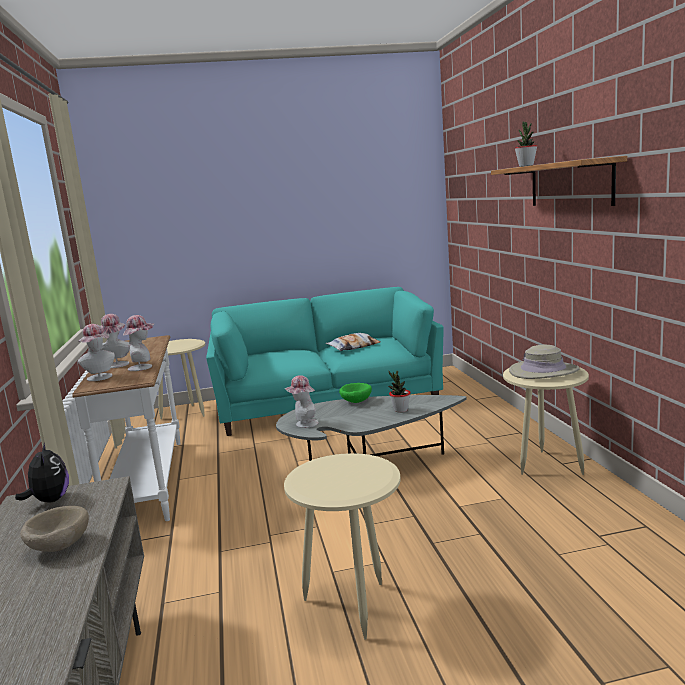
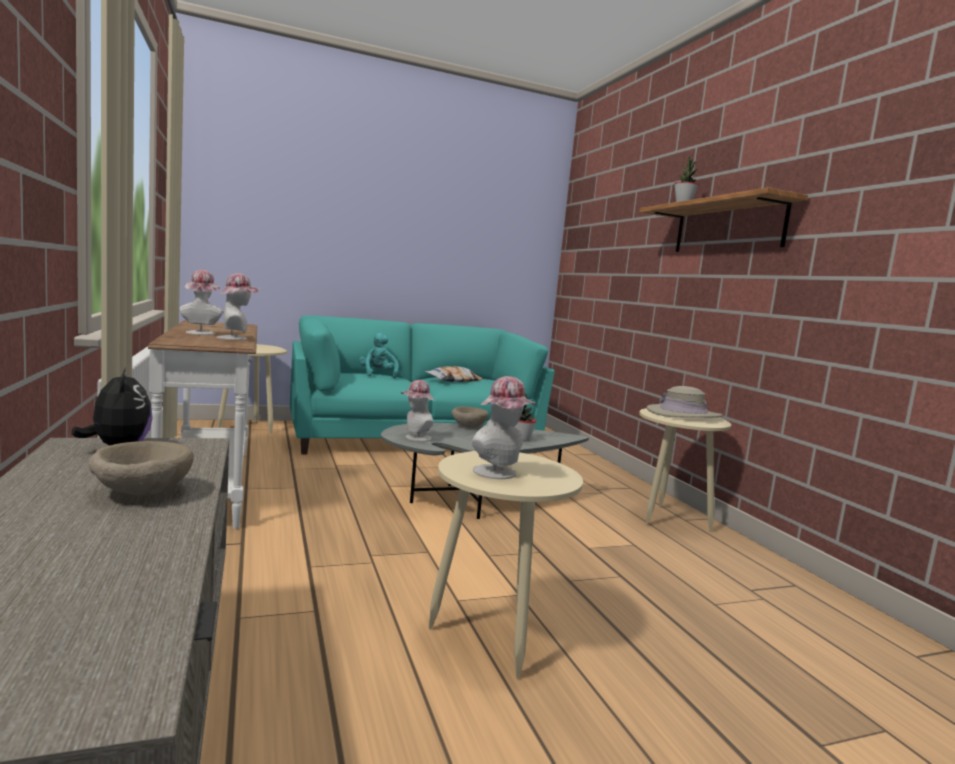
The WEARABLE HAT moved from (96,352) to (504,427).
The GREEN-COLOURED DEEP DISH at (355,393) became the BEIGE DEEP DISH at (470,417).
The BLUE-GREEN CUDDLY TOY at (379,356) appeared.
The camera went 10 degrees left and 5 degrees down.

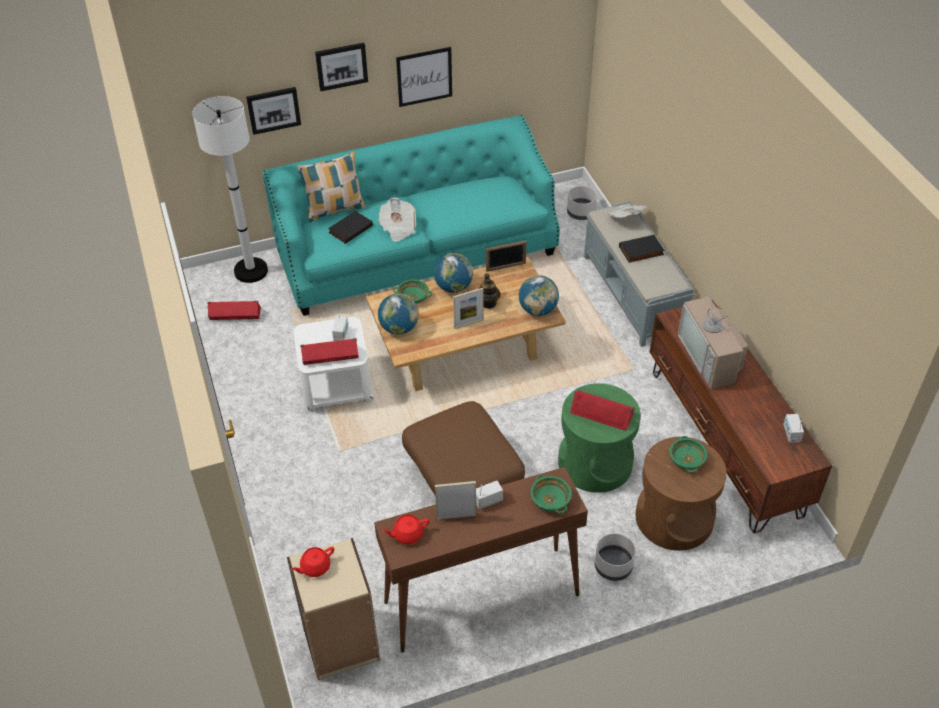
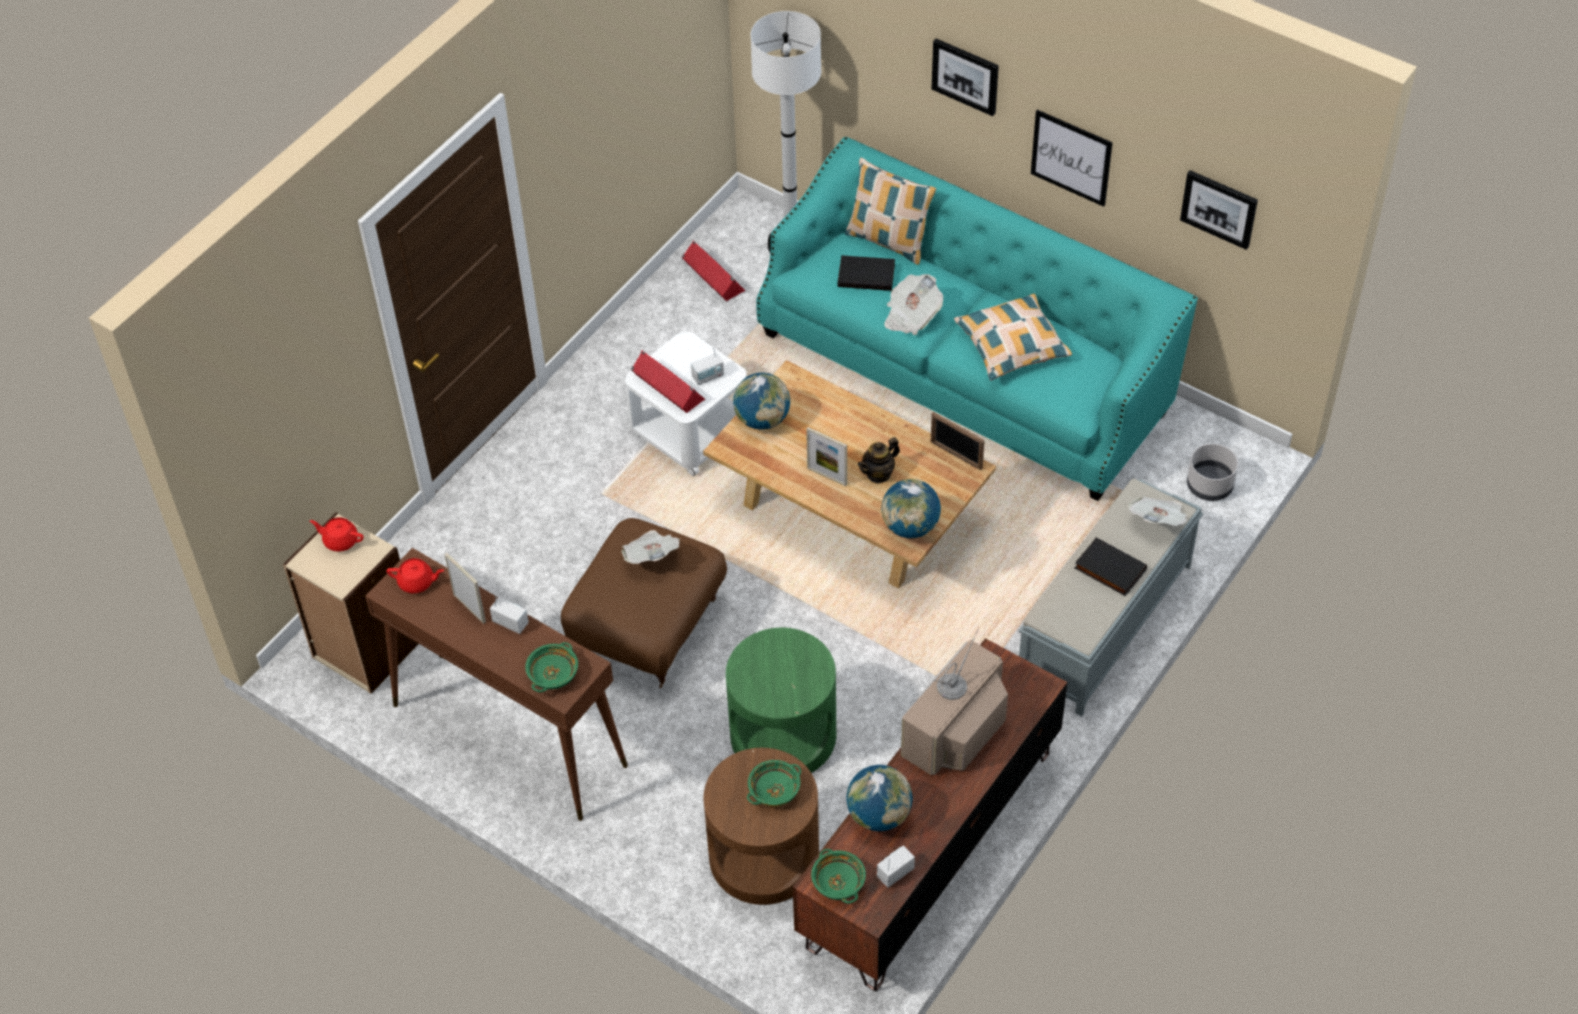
The WALL ART moved from (273,111) to (1219,210).
The REDDISH POT FOR TEA at (406,529) turned 150 degrees clockwise.
The GREEN-COLOURED DEEP DISH moved from (413,291) to (838,876).
The GLOBE moved from (453,273) to (879,798).
The REDDISH AUDIO SPEAKER at (602,410) disappeared.
The GREYISH PLANTER at (615,557) disappeared.
The PRINTED PAPER at (651,547) appeared.
The THROW PILLOW at (1013,337) appeared.
The camera went 55 degrees right and 5 degrees up.

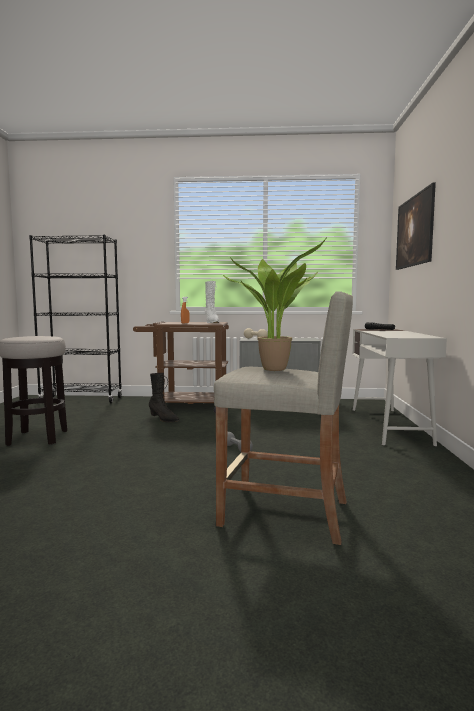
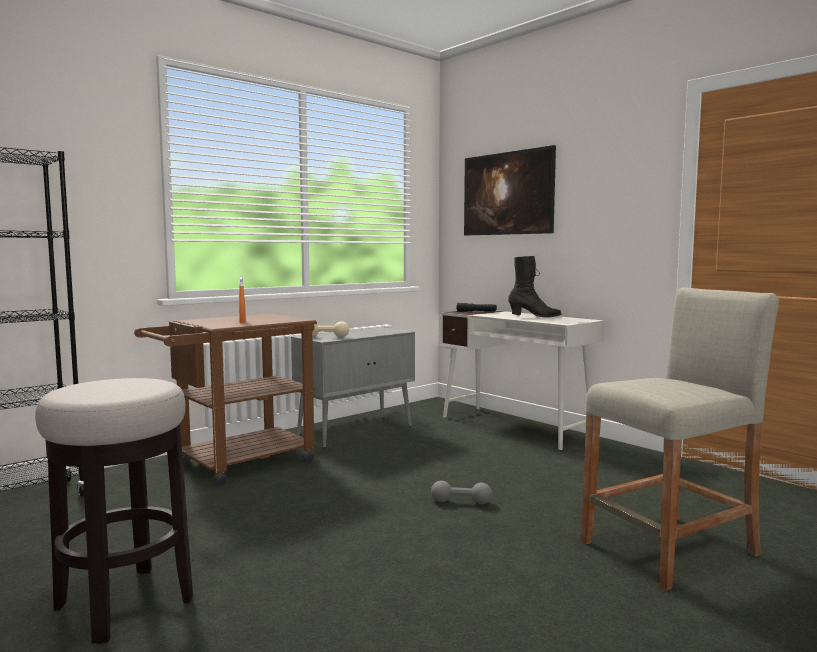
The BLACK-COLOURED BOOT moved from (164,397) to (534,287).
The WHITE BOOT at (212,302) disappeared.
The HOUSEPLANT at (274,305) disappeared.
The camera went 45 degrees left and 0 degrees up.

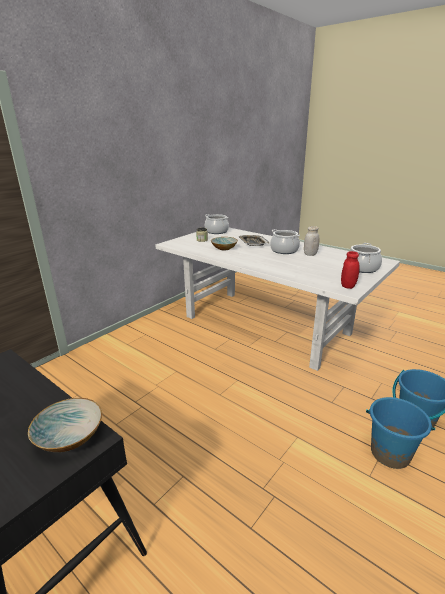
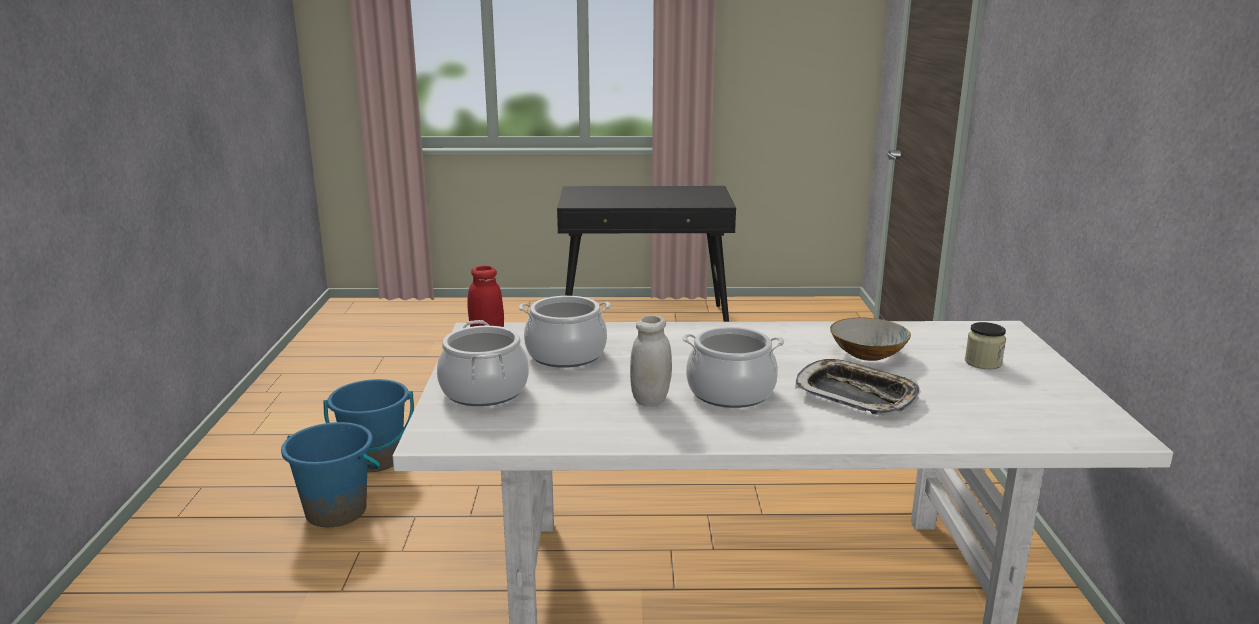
The DEEP DISH at (65,425) disappeared.
The COOKING POT moved from (217,224) to (565,332).
The camera went 140 degrees right and 5 degrees down.

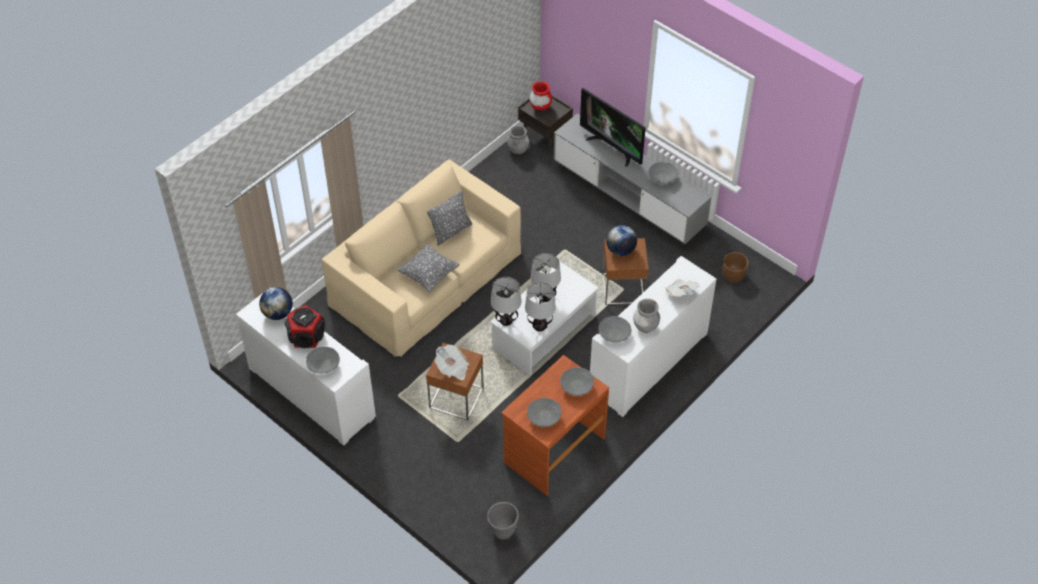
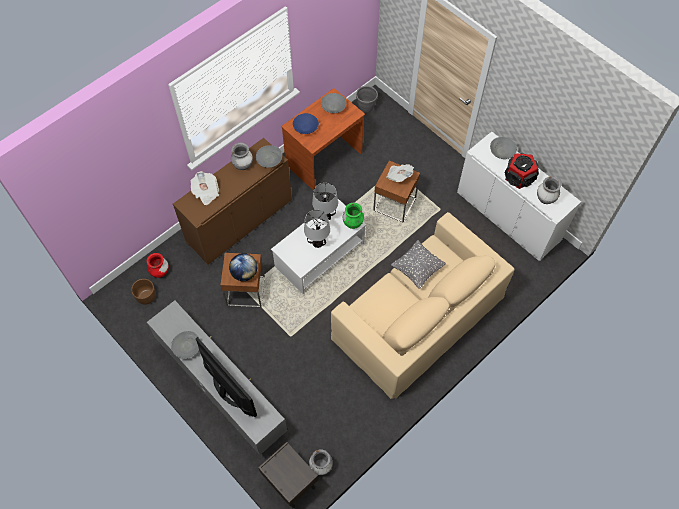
The GLOBE at (276,303) was replaced by the GREYISH FLOWER VASE at (549,190).
The GREYISH THROW PILLOW at (449,218) disappeared.
The TABLE LAMP at (506,301) was replaced by the GREEN-COLOURED FLOWER VASE at (353,216).
The REDDISH FLOWER VASE moved from (540,96) to (158,265).
The GREYISH DEEP DISH at (577,381) became the BLUE-COLOURED DEEP DISH at (306,123).
The WHITE STORAGE CABINET at (653,336) became the BROWNISH STORAGE CABINET at (232,201).
The camera went 175 degrees left and 10 degrees up.

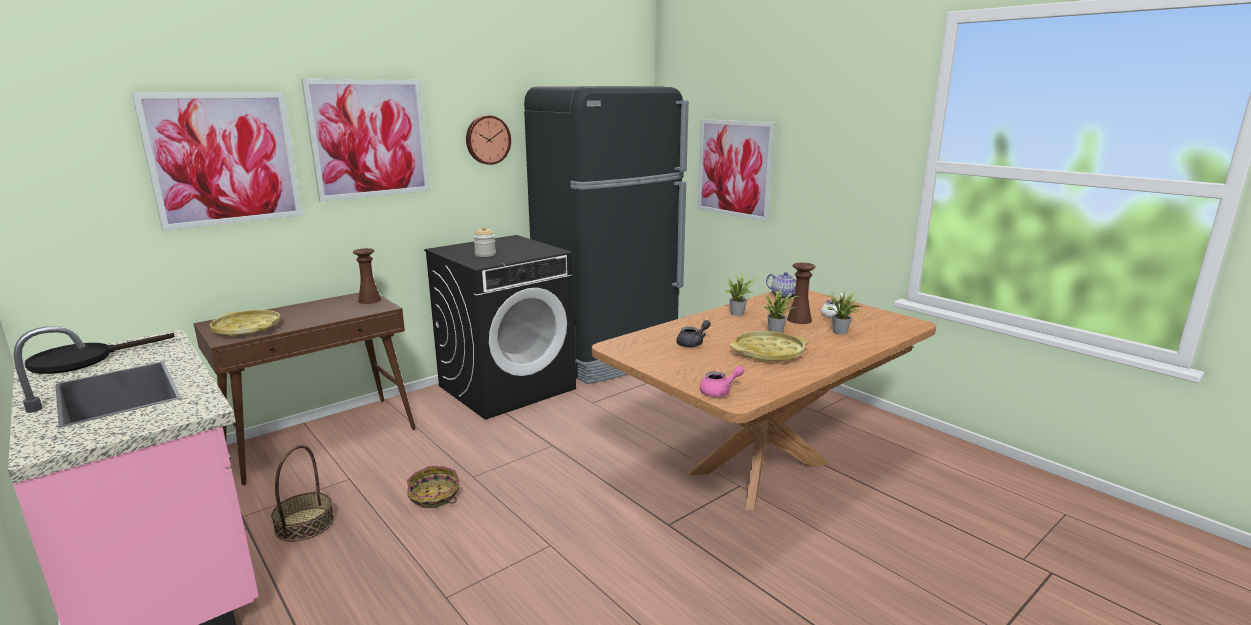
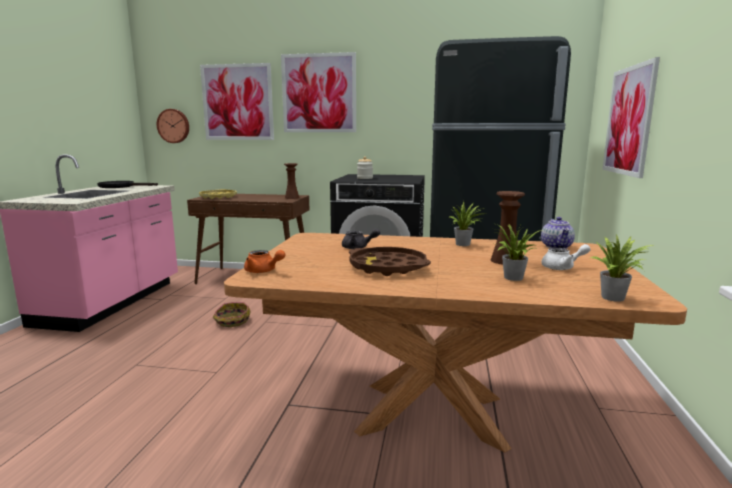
The STORAGE BASKET at (302,493) disappeared.
The CLOCK ON THE WALL moved from (488,140) to (173,126).
The PINKISH POT FOR TEA at (722,381) became the ORANGE-COLOURED POT FOR TEA at (264,261).
The YELLOW TRAY at (769,347) became the BROWNISH TRAY at (390,261).
The HOUSEPLANT moved from (781,311) to (622,267).
The camera went 50 degrees right and 5 degrees down.

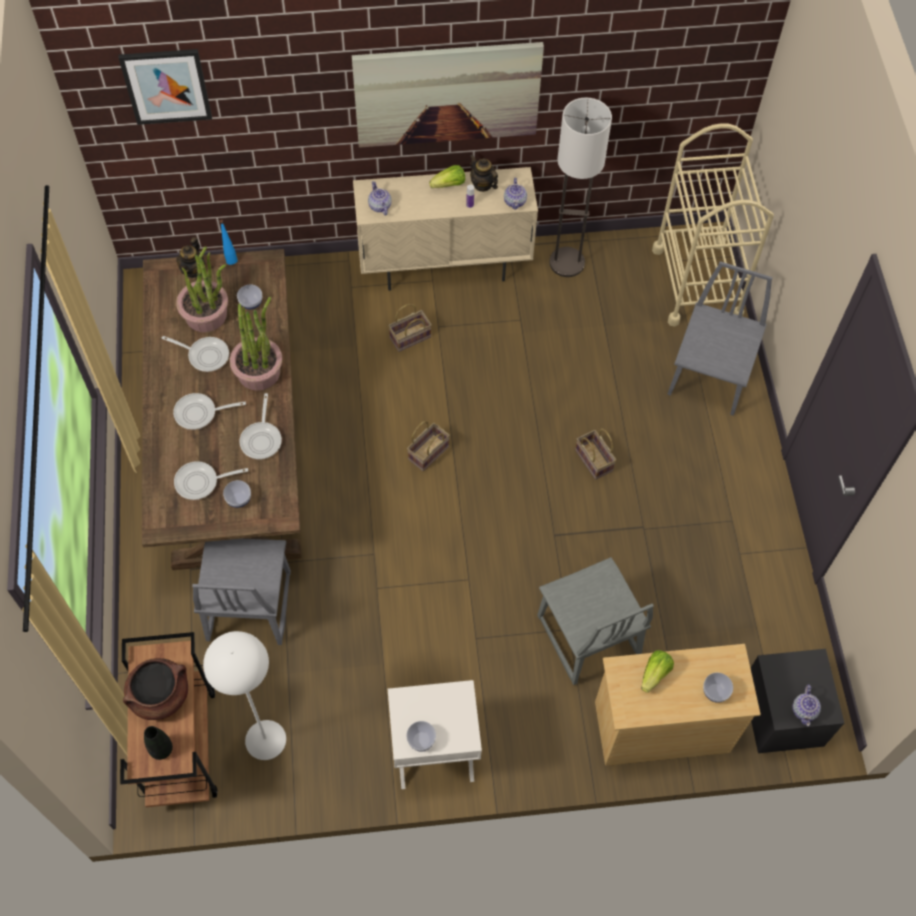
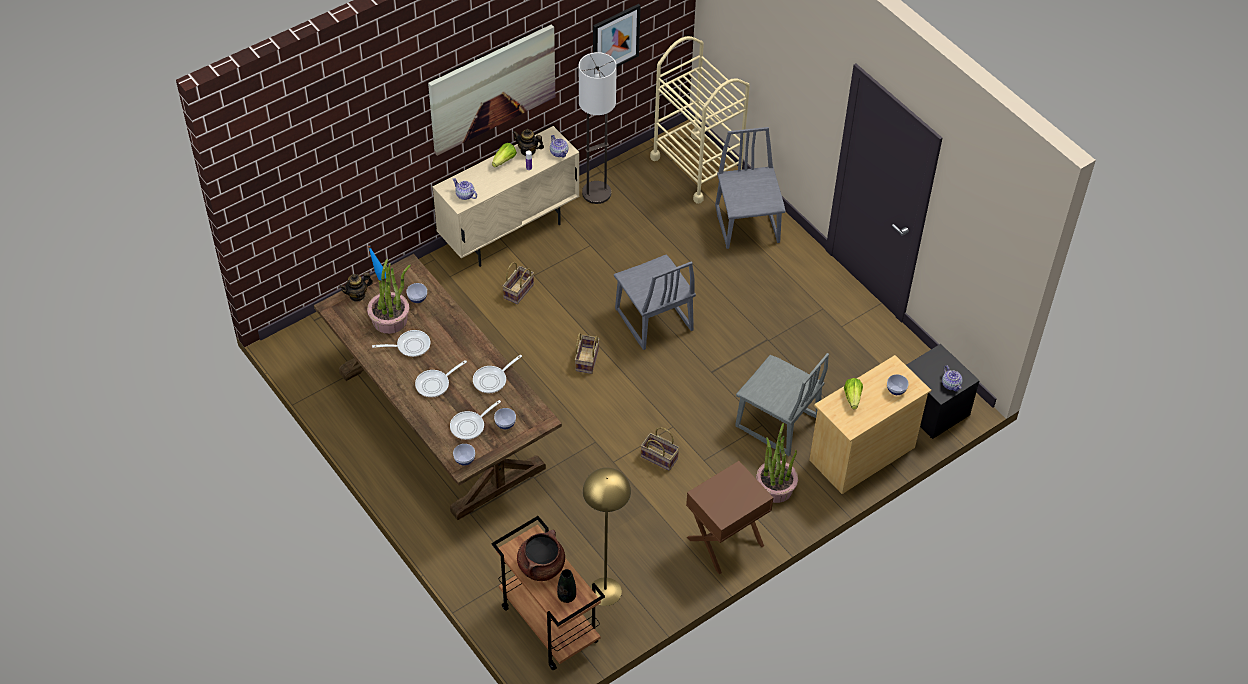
The WALL ART moved from (165,87) to (617,35).
The POT FOR TEA at (191,257) turned 75 degrees clockwise.
The GREYISH CHAIR moved from (241,592) to (655,302).
The WHITE FLOOR LAMP at (244,695) became the YELLOW FLOOR LAMP at (607,537).
The HOUSEPLANT moved from (256,343) to (777,463).
The FRYING PAN at (260,426) turned 75 degrees clockwise.
The WHITE NIGHTSTAND at (435,734) became the BROWNISH NIGHTSTAND at (729,518).
The DEEP DISH moved from (421,736) to (464,455).
The STORAGE BASKET moved from (595,454) to (660,449).
The camera went 30 degrees left and 10 degrees down.

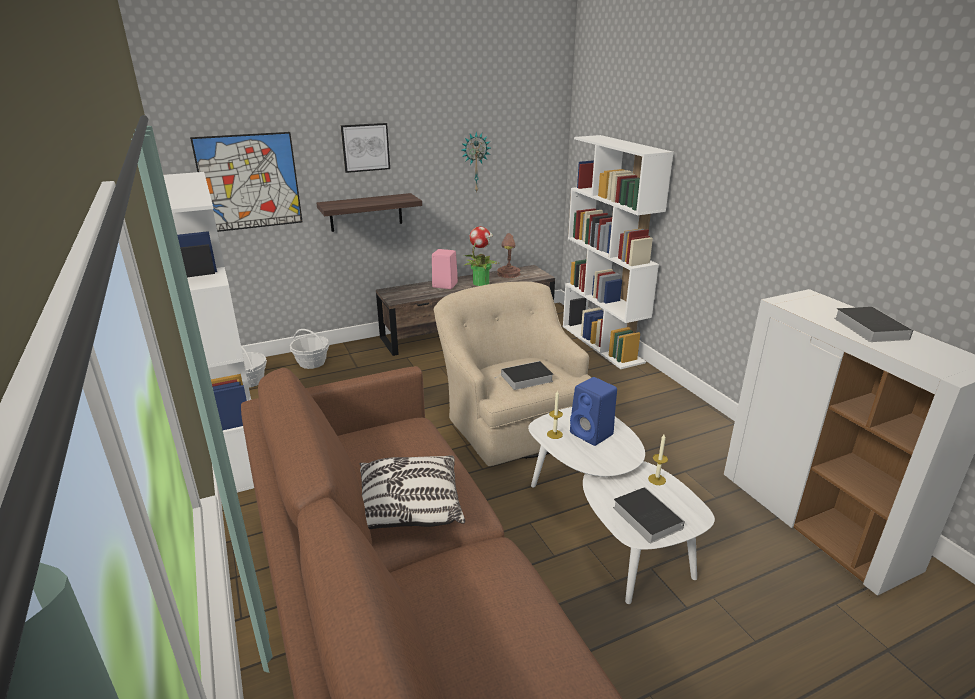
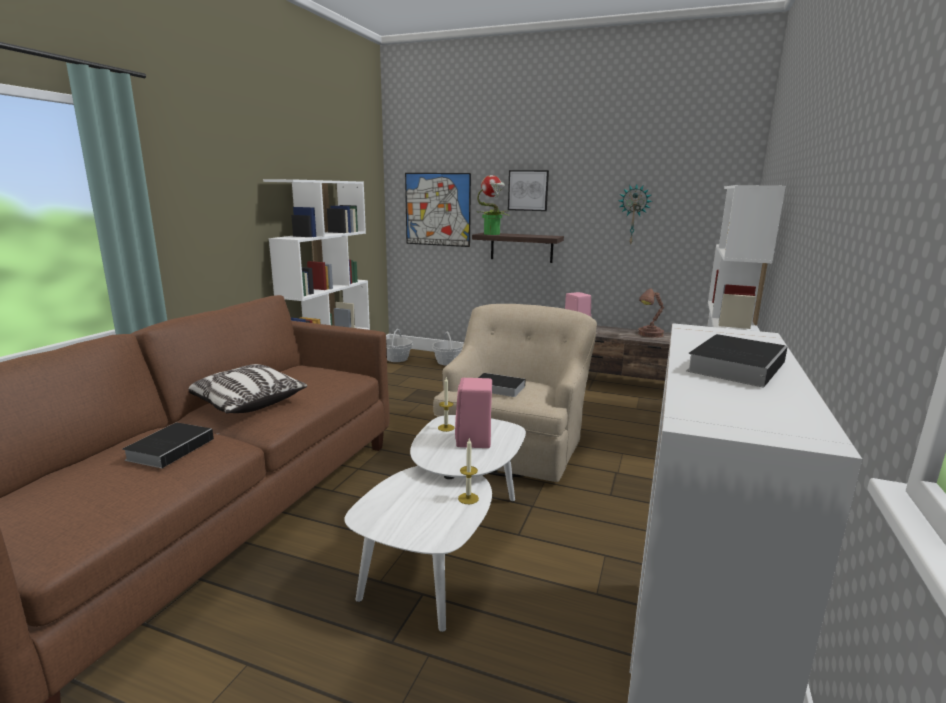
The HOUSEPLANT moved from (482,256) to (493,205).
The BLUE-COLOURED AUDIO SPEAKER at (593,411) became the PINKISH AUDIO SPEAKER at (473,413).
The BOOK moved from (649,515) to (170,445).
The camera went 45 degrees right and 10 degrees down.

